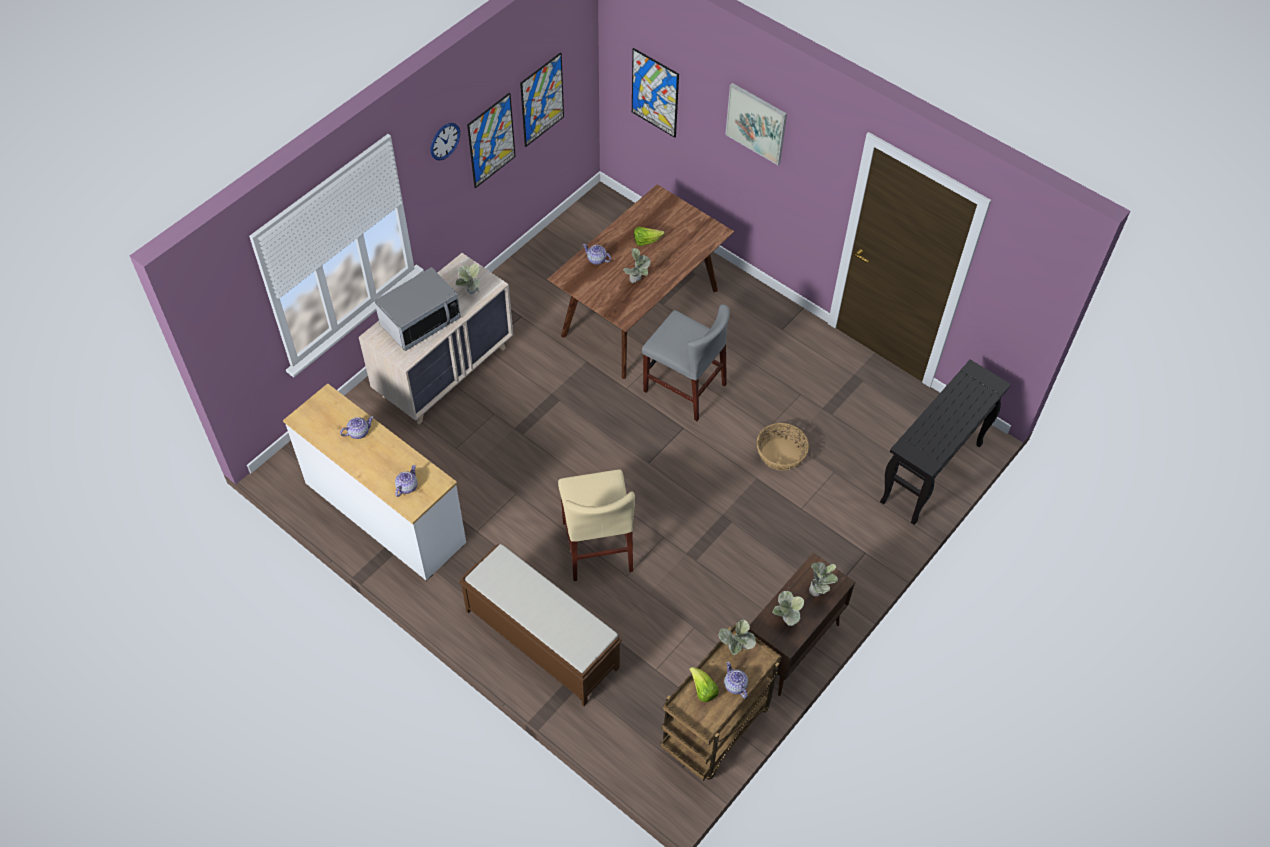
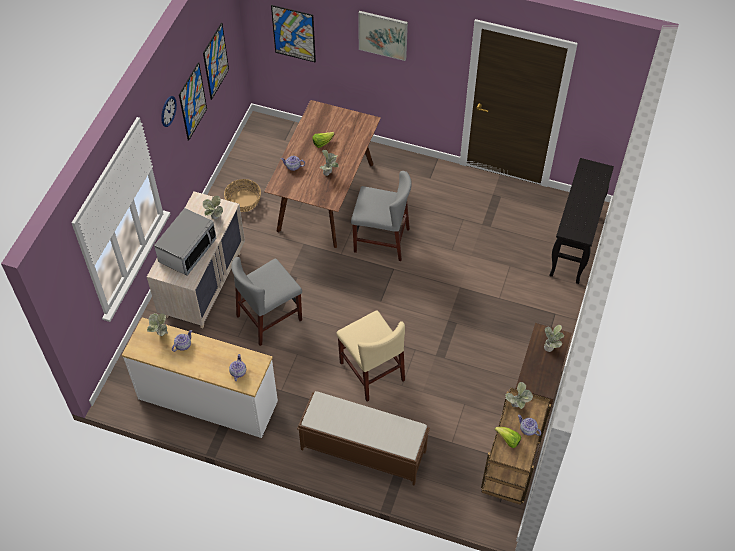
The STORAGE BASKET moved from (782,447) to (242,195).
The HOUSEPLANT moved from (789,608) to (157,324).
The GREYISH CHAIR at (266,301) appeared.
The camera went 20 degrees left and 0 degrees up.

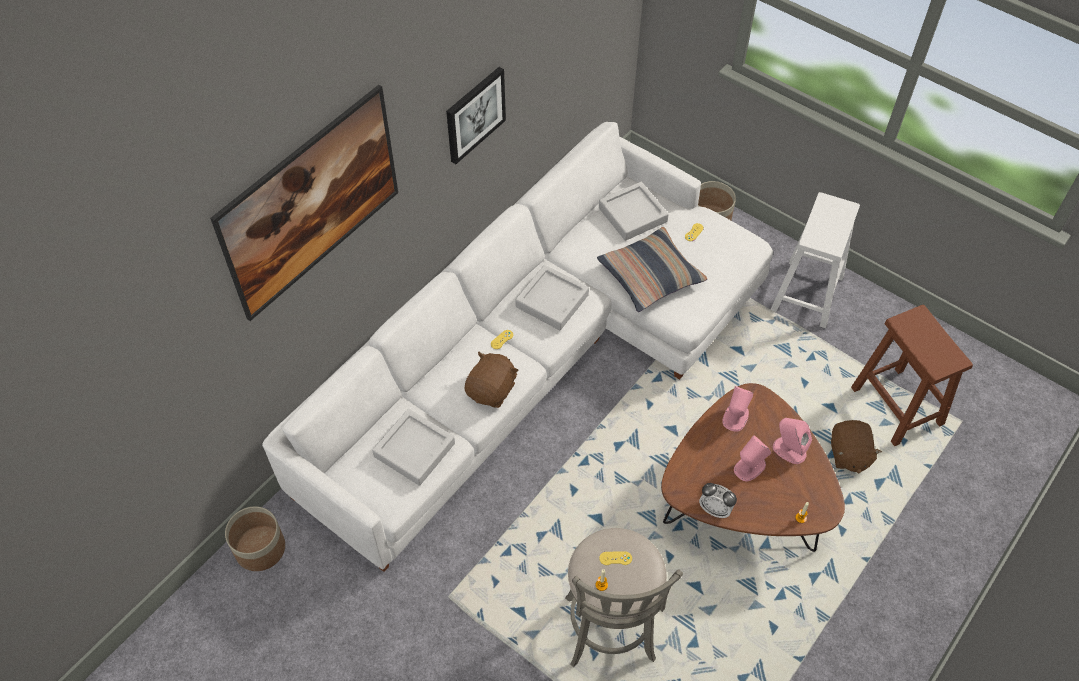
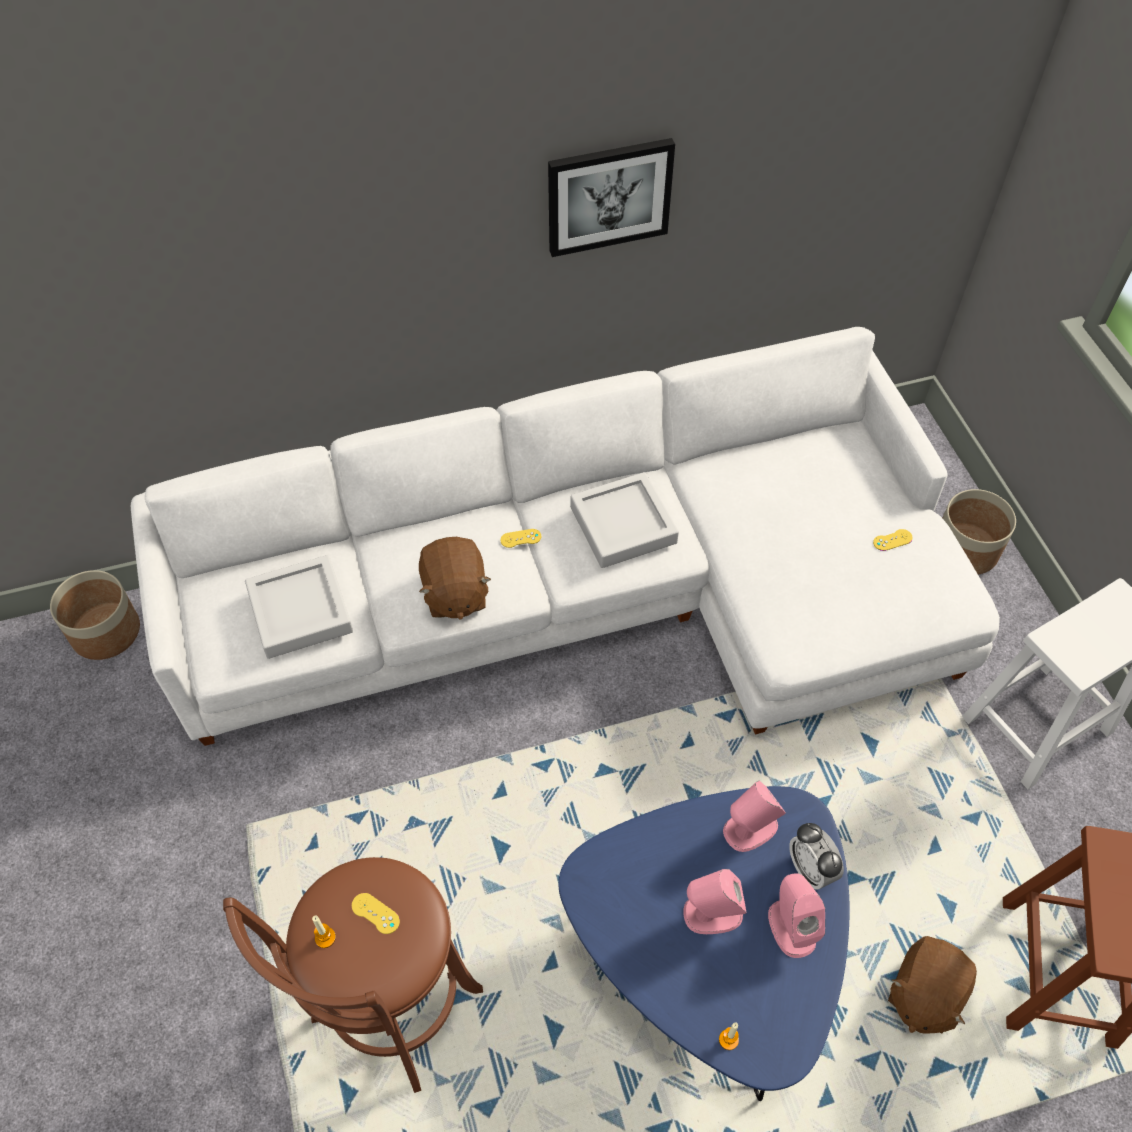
The WALL ART at (304,203) disappeared.
The BROWNISH CUDDLY TOY at (492,380) turned 105 degrees clockwise.
The GREYISH STOOL at (624,597) became the BROWNISH STOOL at (353,975).
The THROW PILLOW at (652,269) disappeared.
The GREYISH TRAY at (634,211) disappeared.
The BROWNISH COFFEE TABLE at (753,467) became the BLUE-COLOURED COFFEE TABLE at (704,943).
The TABLE CLOCK moved from (718,501) to (816,856).
The camera went 35 degrees right and 0 degrees up.

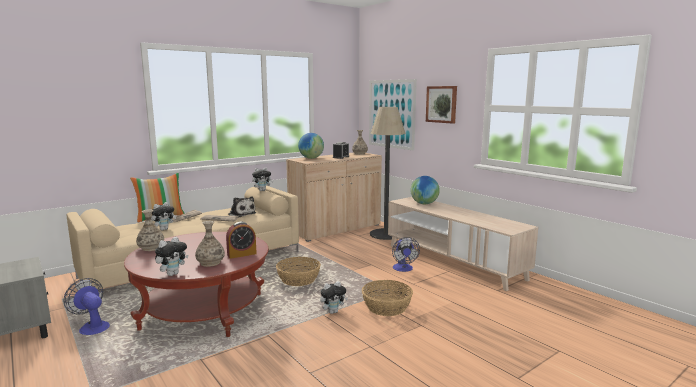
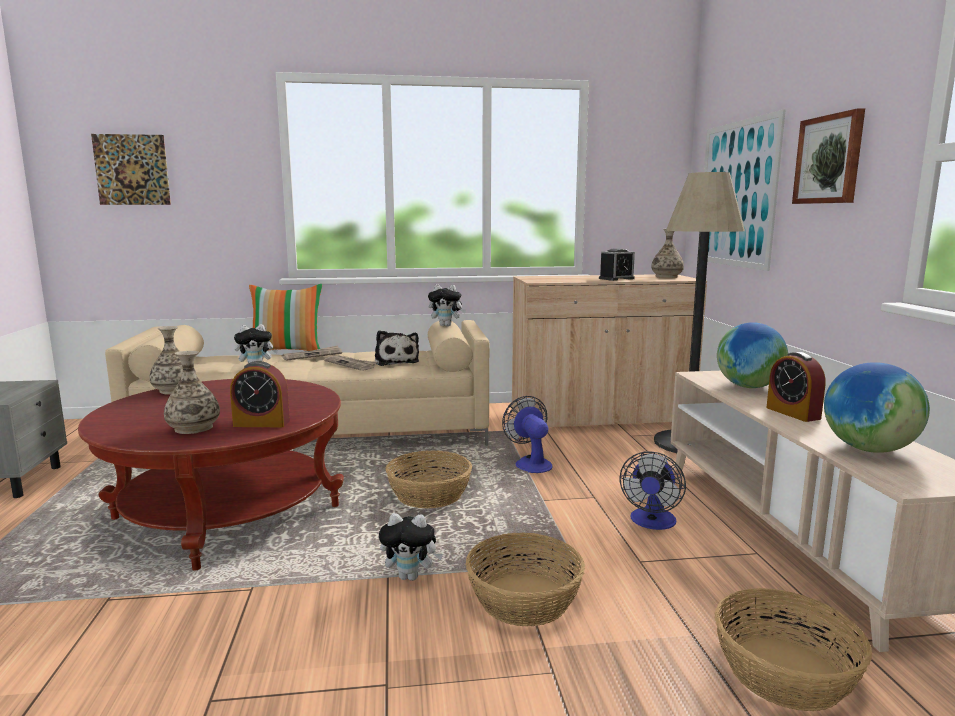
The ELECTRIC FAN moved from (87,306) to (527,434).
The CUDDLY TOY at (171,256) disappeared.
The GLOBE moved from (311,146) to (877,407).
The WALL ART at (131,169) appeared.
The STORAGE BASKET at (793,649) appeared.
The TABLE CLOCK at (796,387) appeared.
The camera went 30 degrees right and 0 degrees up.

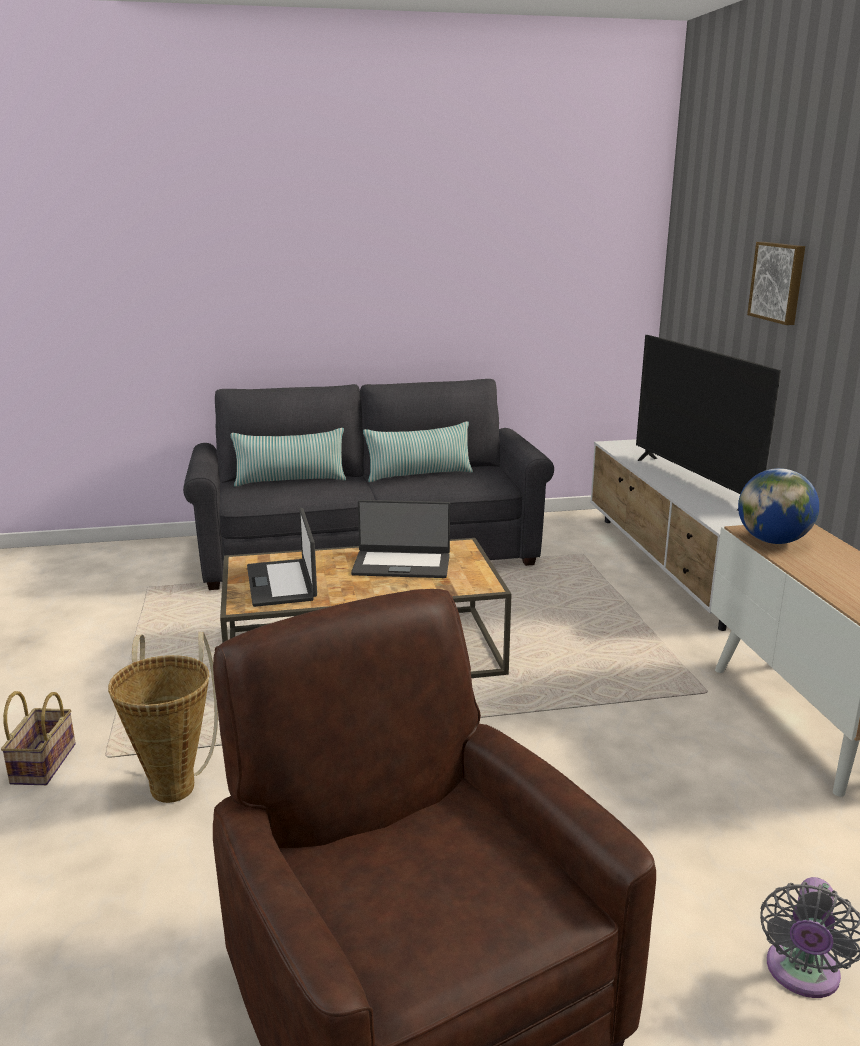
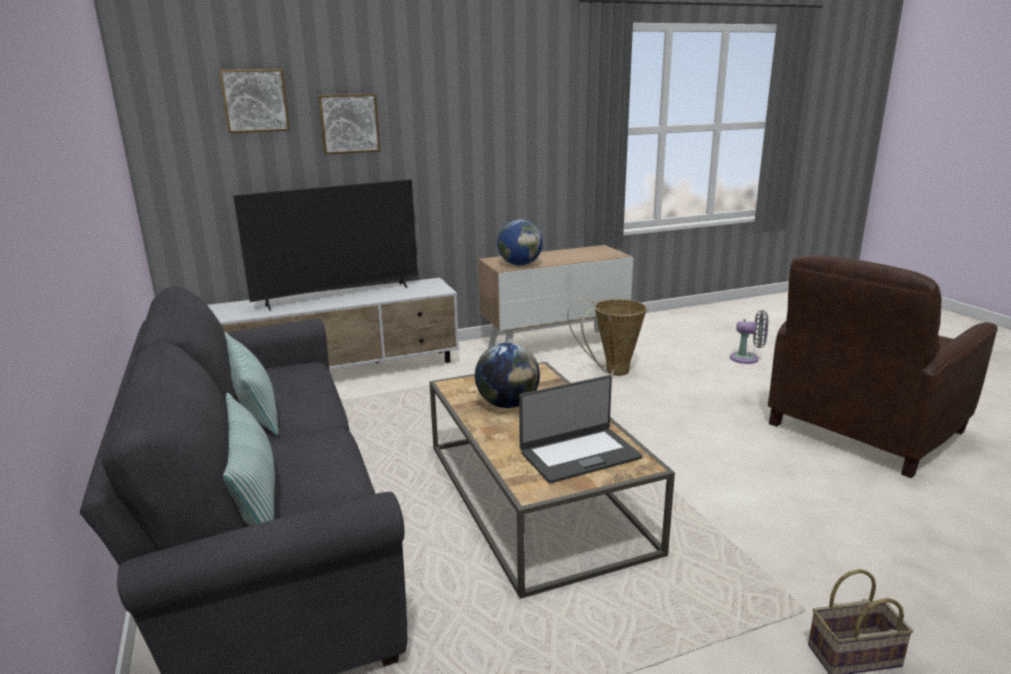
The STORAGE BASKET moved from (163,717) to (607,336).
The LAPTOP at (400,539) was replaced by the GLOBE at (507,375).
The WALL ART at (254,101) appeared.
The camera went 100 degrees left and 0 degrees up.

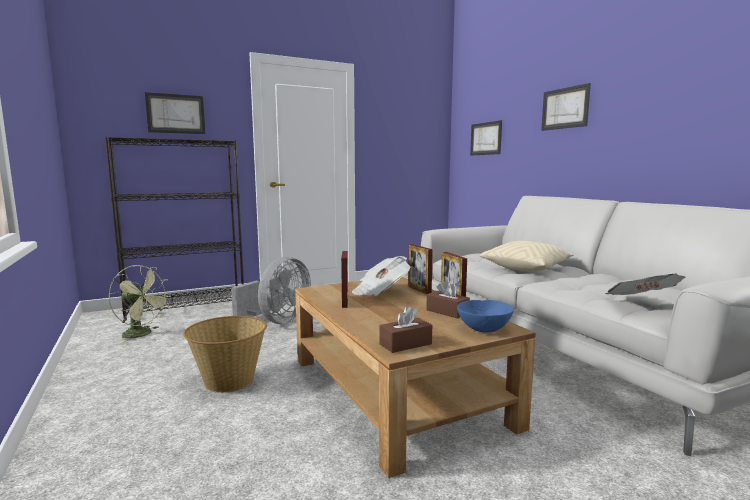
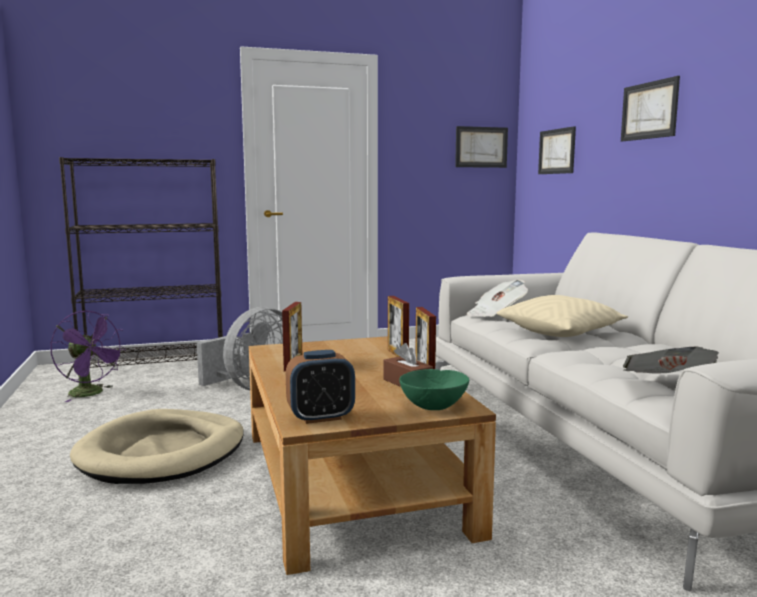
The GREEN-COLOURED ELECTRIC FAN at (139,304) became the PURPLE-COLOURED ELECTRIC FAN at (88,356).
The WALL ART moved from (175,113) to (481,147).
The STORAGE BASKET at (225,354) was replaced by the BEIGE PET BED at (157,446).
The PRINTED PAPER moved from (381,276) to (497,298).
The BROWNISH TISSUE BOX at (406,329) was replaced by the TABLE CLOCK at (320,387).
The BLUE-COLOURED DEEP DISH at (485,316) became the GREEN-COLOURED DEEP DISH at (434,389).
The camera went 10 degrees right and 0 degrees up.

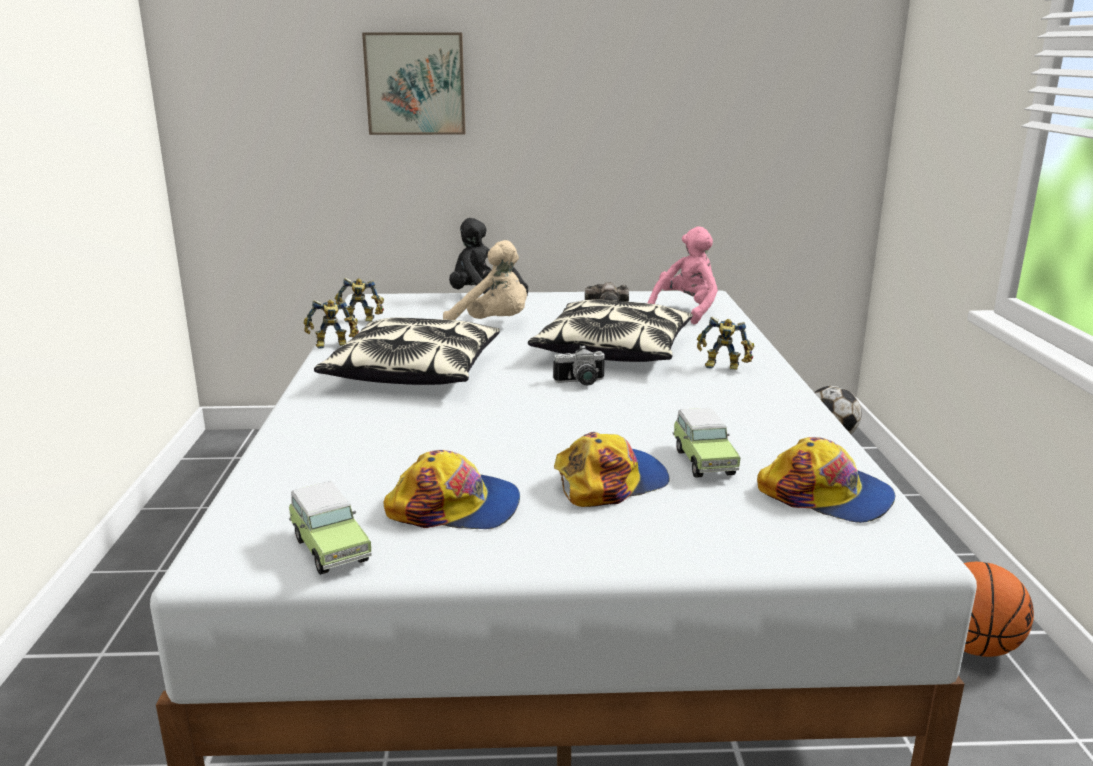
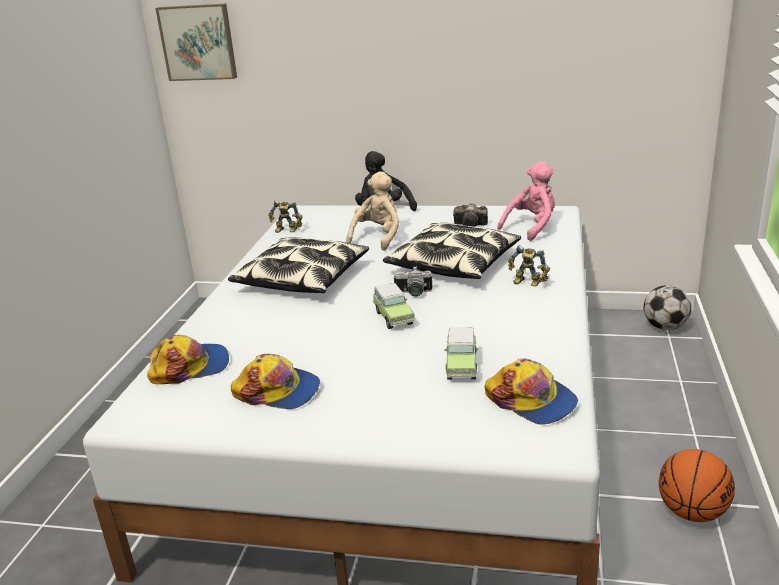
The MODEL CAR moved from (330,528) to (394,306).
The ROBOT FIGURE at (331,324) disappeared.
The WALL ART moved from (413,84) to (196,42).
The BEIGE CUDDLY TOY at (485,280) turned 105 degrees counterclockwise.
The CAP moved from (612,469) to (188,359).
The camera went 15 degrees right and 5 degrees up.

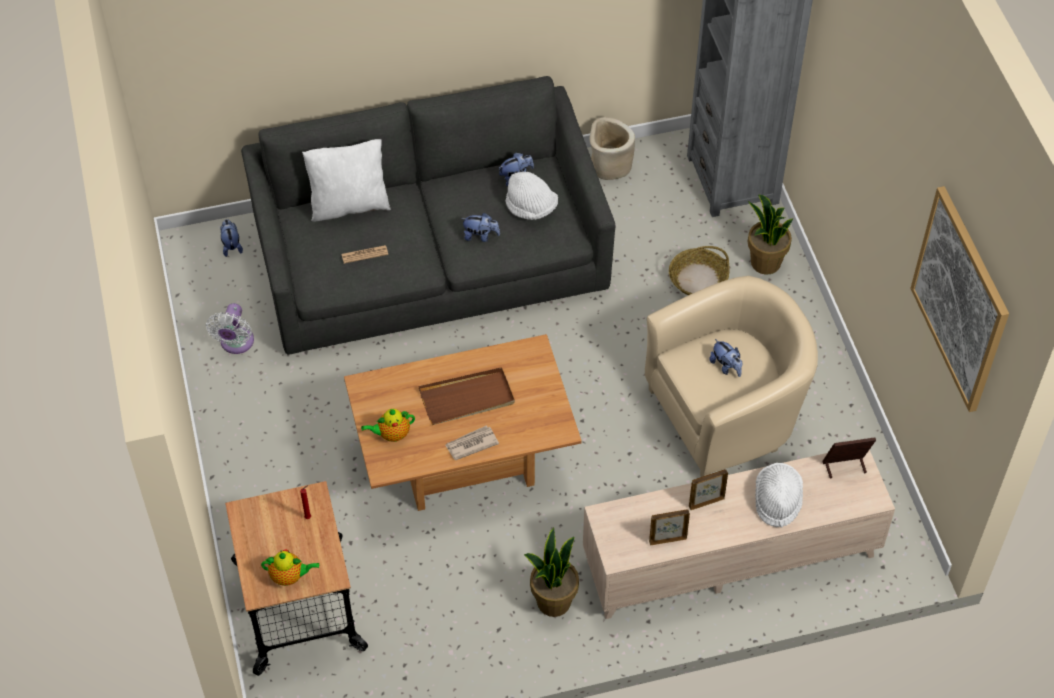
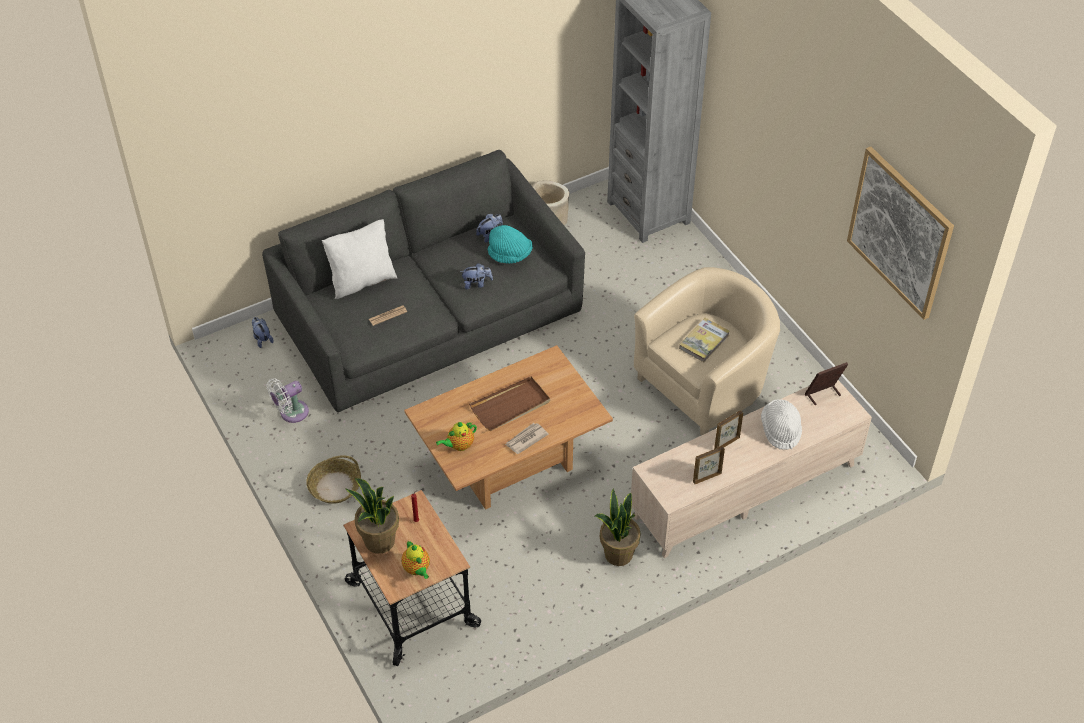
The WHITE ELECTRIC FAN at (230,328) turned 60 degrees clockwise.
The POT FOR TEA at (290,567) turned 75 degrees clockwise.
The WHITE WEARABLE HAT at (531,195) became the BLUE-GREEN WEARABLE HAT at (510,244).
The STORAGE BASKET moved from (699,270) to (333,479).
The CUDDLY TOY at (725,358) was replaced by the BOOK at (704,340).
The HOUSEPLANT moved from (770,234) to (372,516).
The camera went 15 degrees left and 5 degrees down.

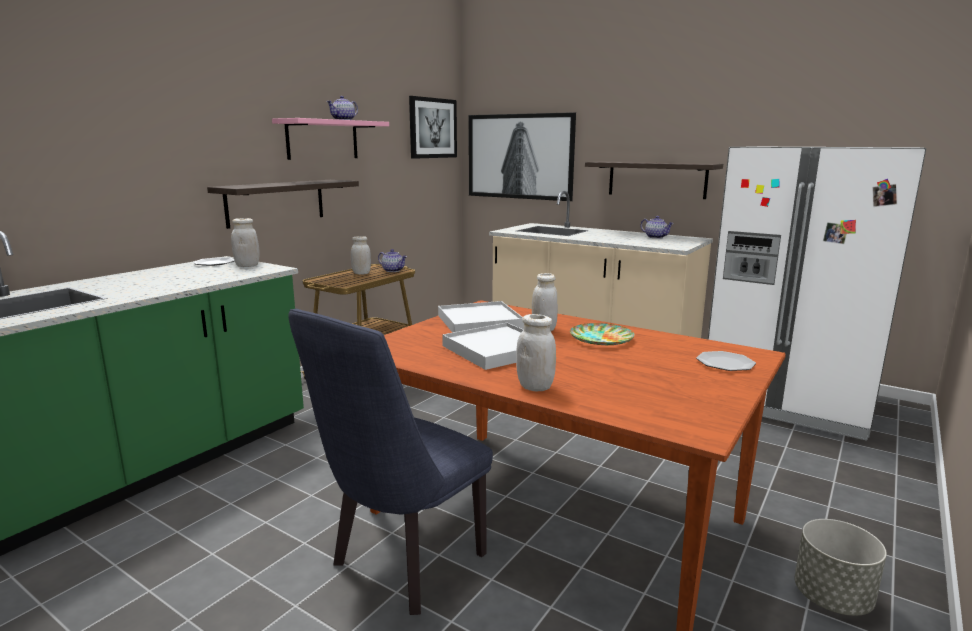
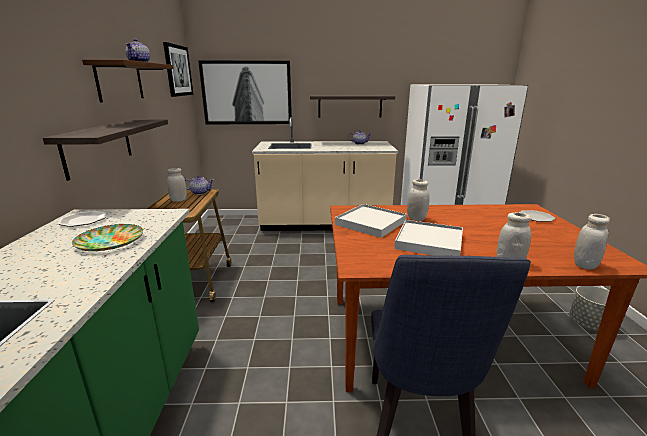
The WHITE JAR moved from (245,242) to (592,241).
The PINKISH SHELF at (330,139) became the BROWNISH SHELF at (128,80).
The FLAT DISH moved from (602,334) to (107,237).
The camera went 35 degrees left and 5 degrees up.

